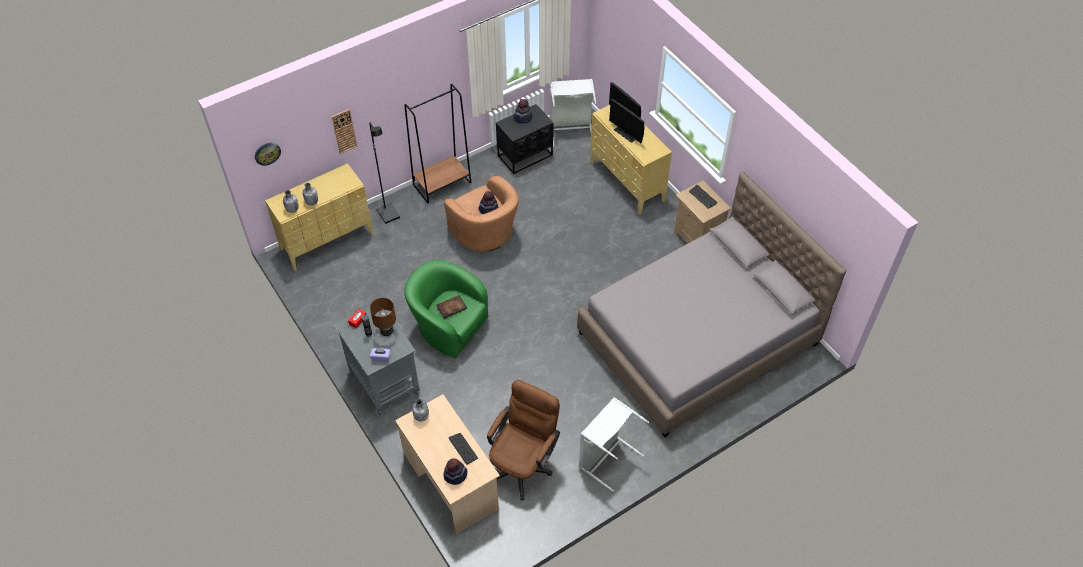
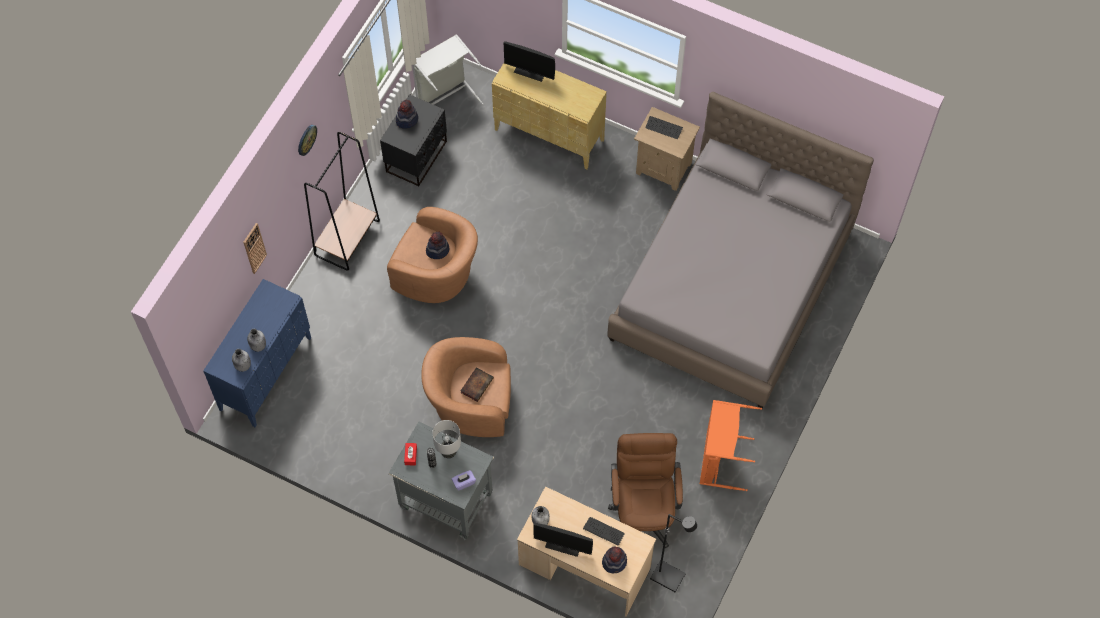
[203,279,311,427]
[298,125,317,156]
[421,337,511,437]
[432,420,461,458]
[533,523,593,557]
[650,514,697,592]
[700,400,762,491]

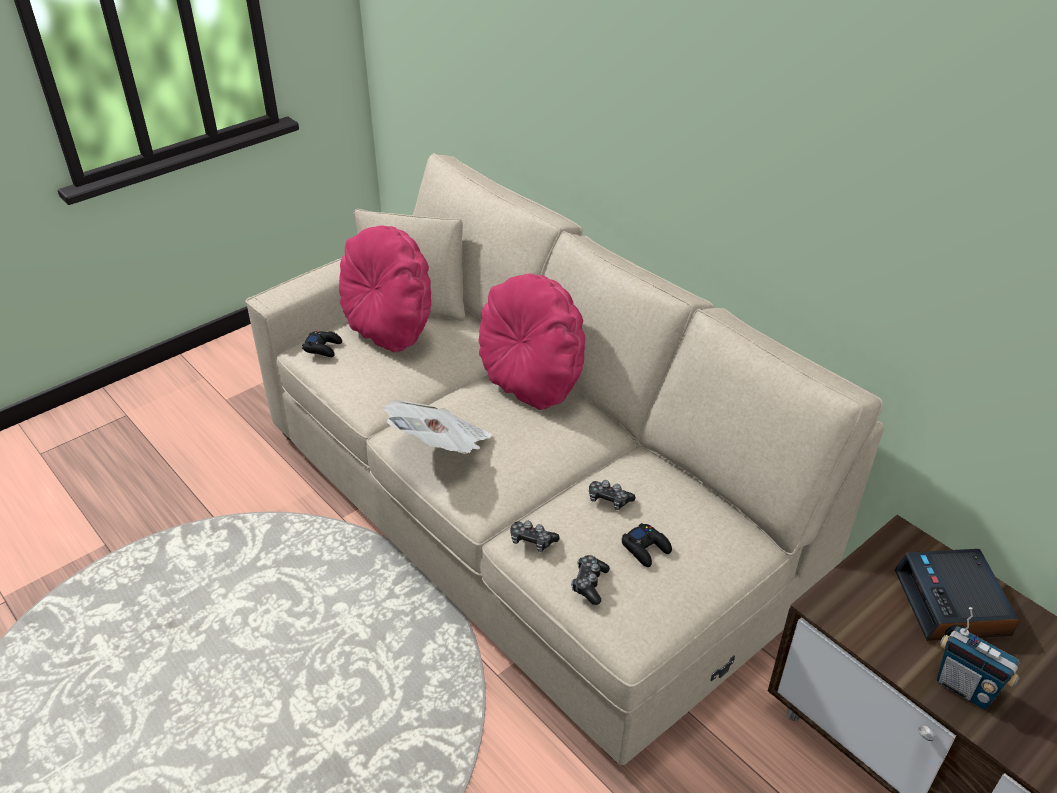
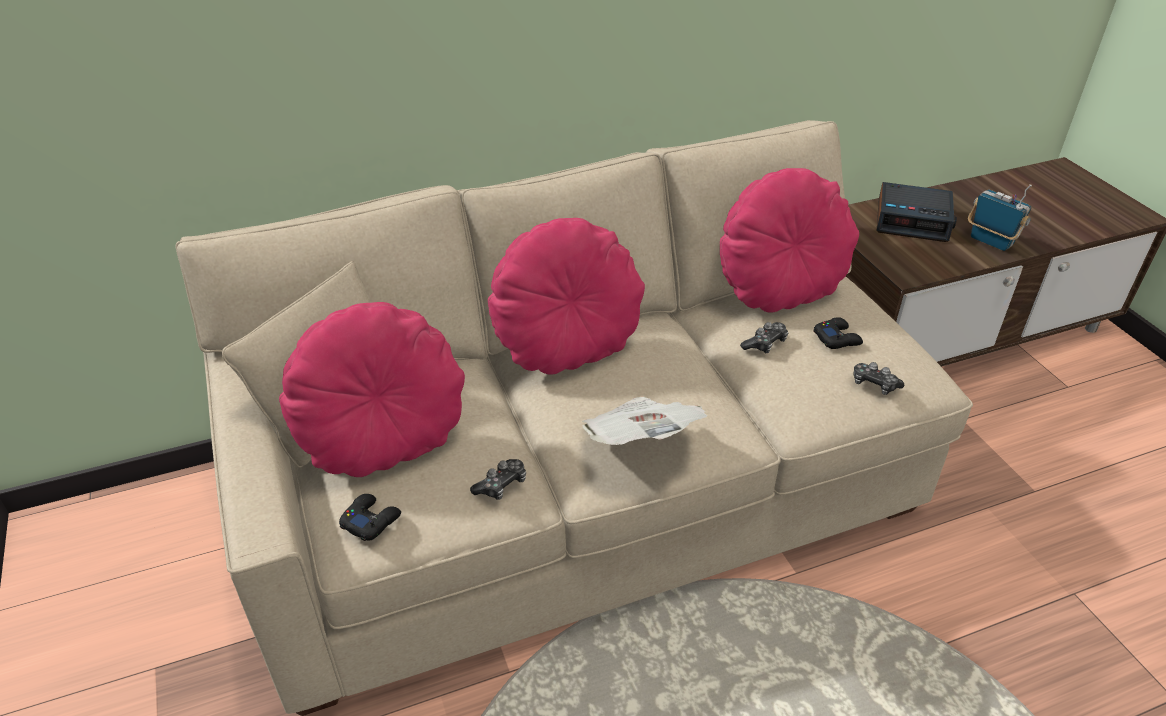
[470,459,526,500]
[720,168,859,313]
[968,184,1032,251]

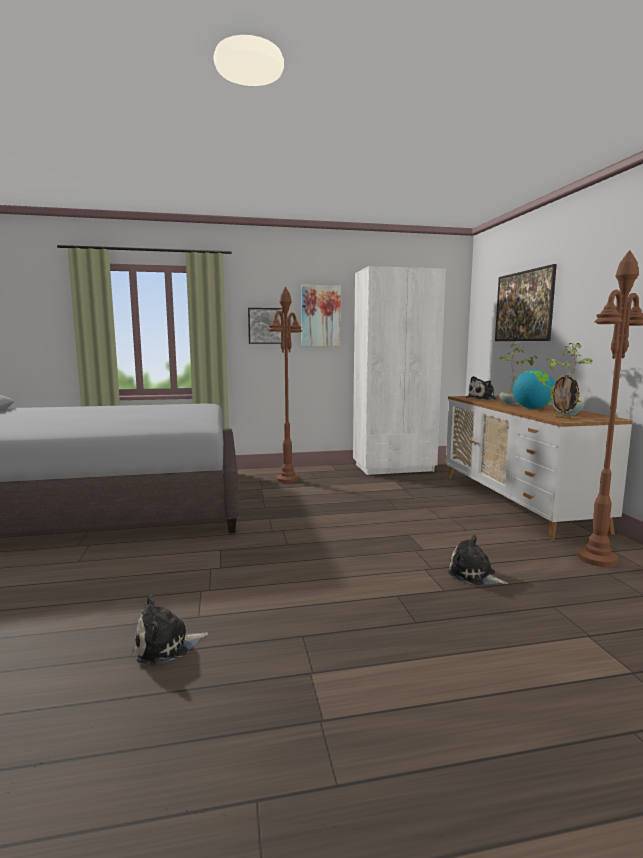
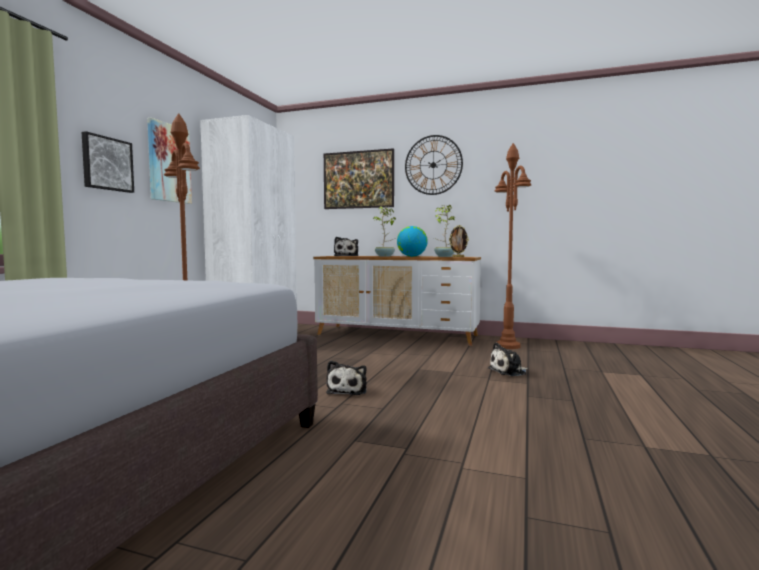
[326,361,366,395]
[405,135,463,195]

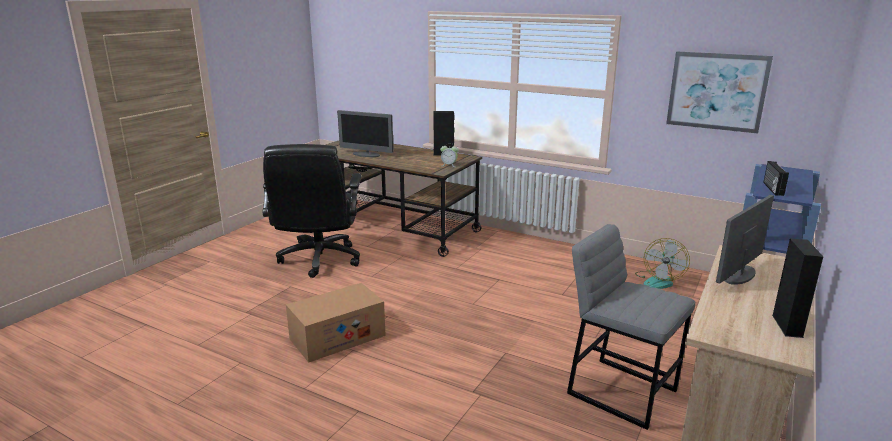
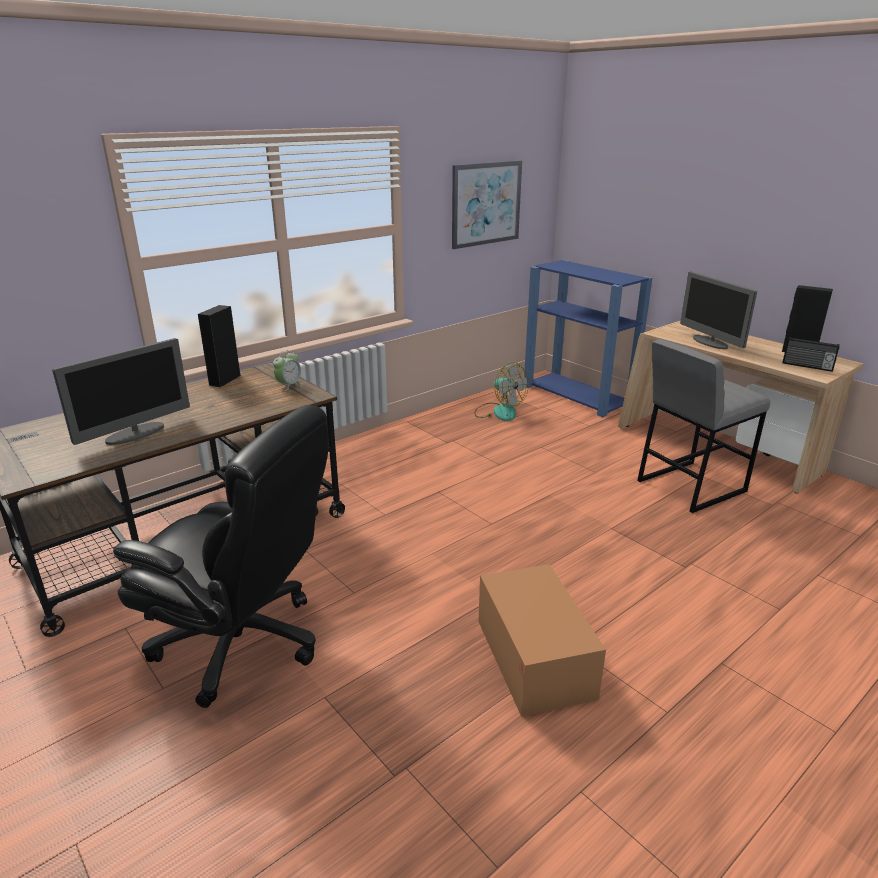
[782,337,840,372]

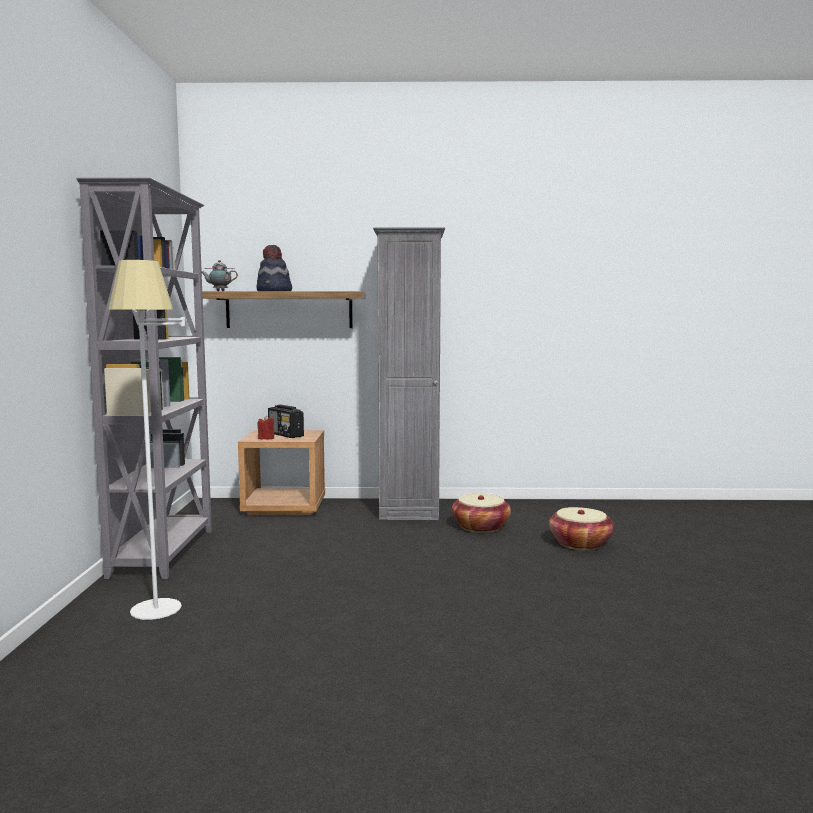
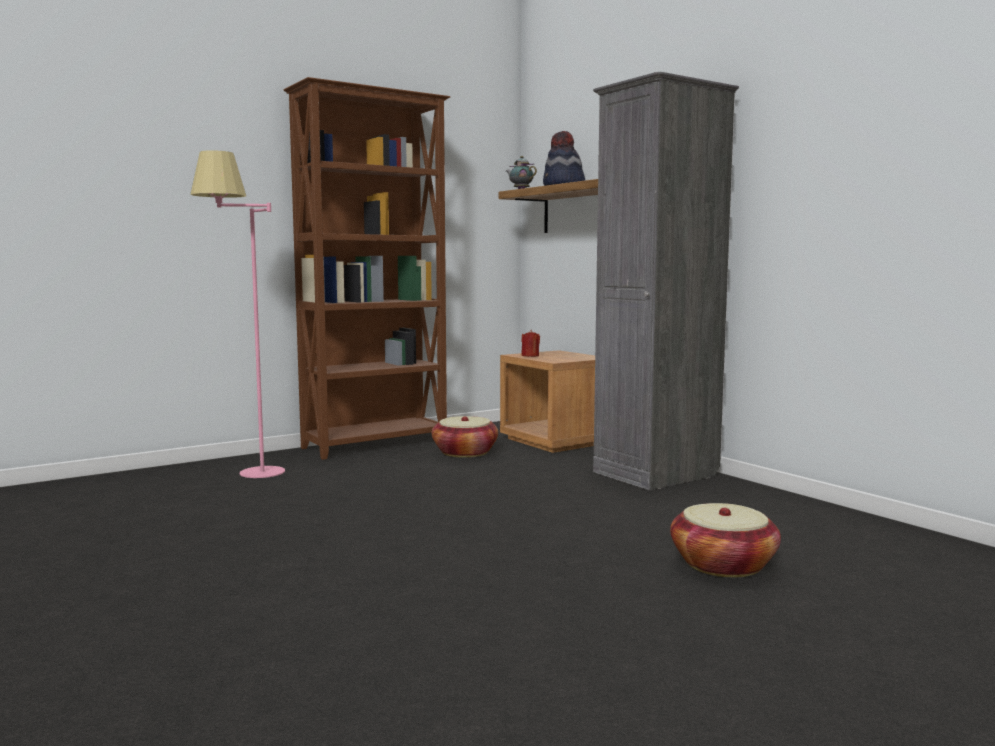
[190,150,285,478]
[284,77,450,460]
[432,416,498,458]
[268,405,304,438] (first image)

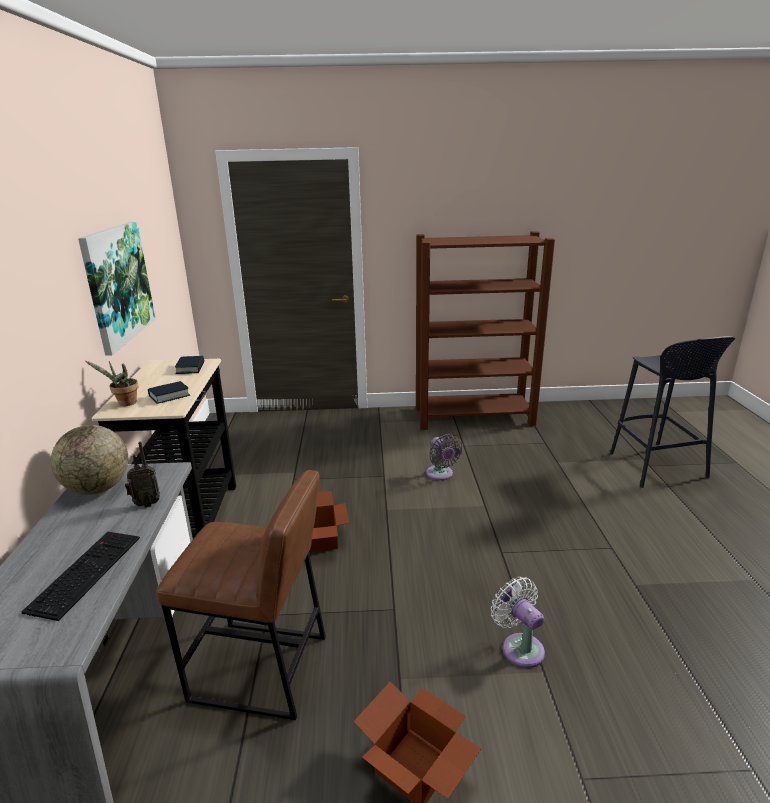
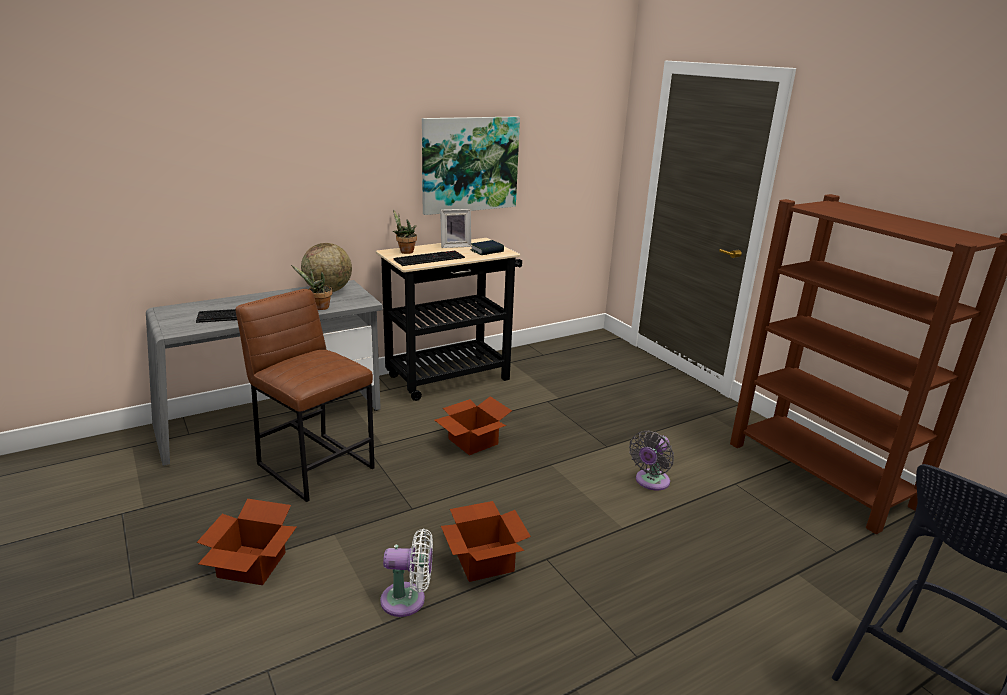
[235,289,375,502]
[291,265,332,310]
[380,529,433,617]
[393,251,465,266]
[440,209,471,248]
[441,501,531,582]

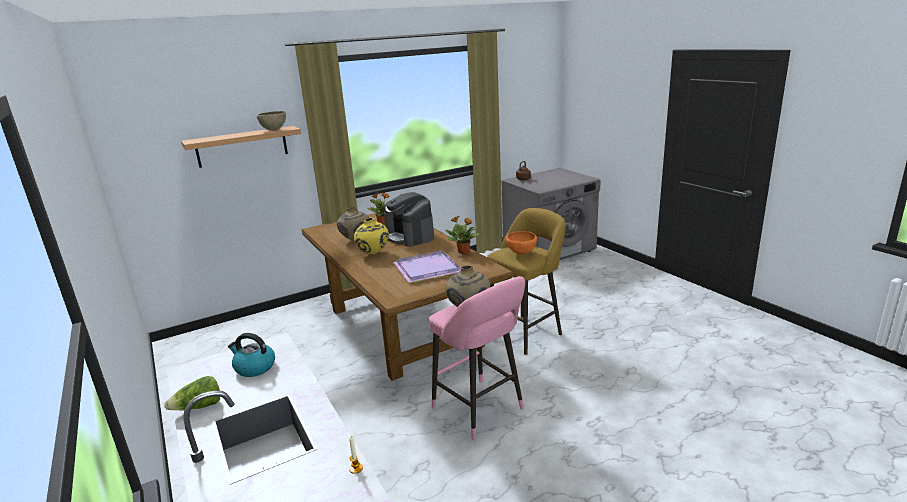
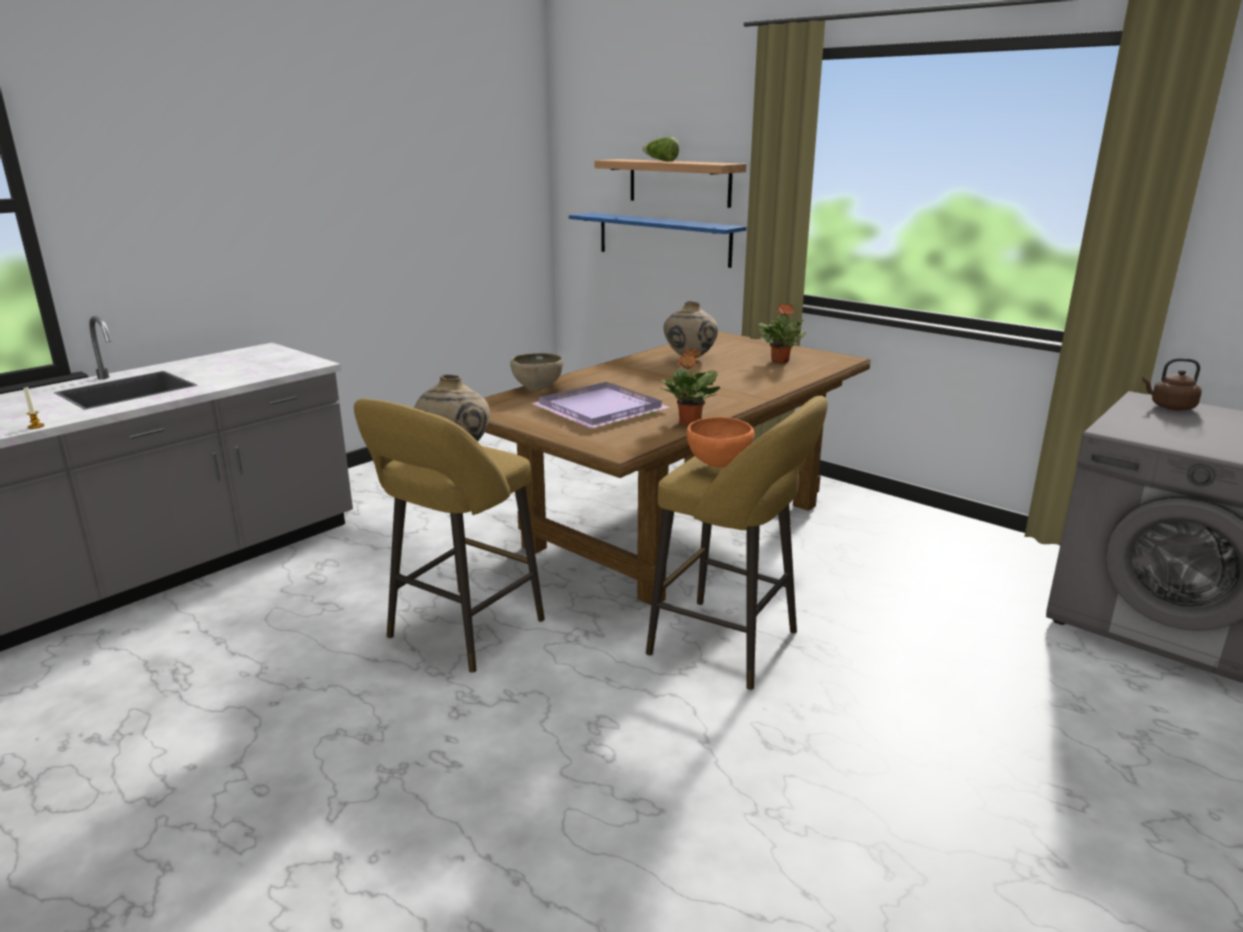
[354,399,545,673]
[510,353,563,391]
[569,213,747,268]
[643,137,680,161]
[228,333,275,377] (first image)
[354,218,389,255] (first image)
[384,192,434,247] (first image)

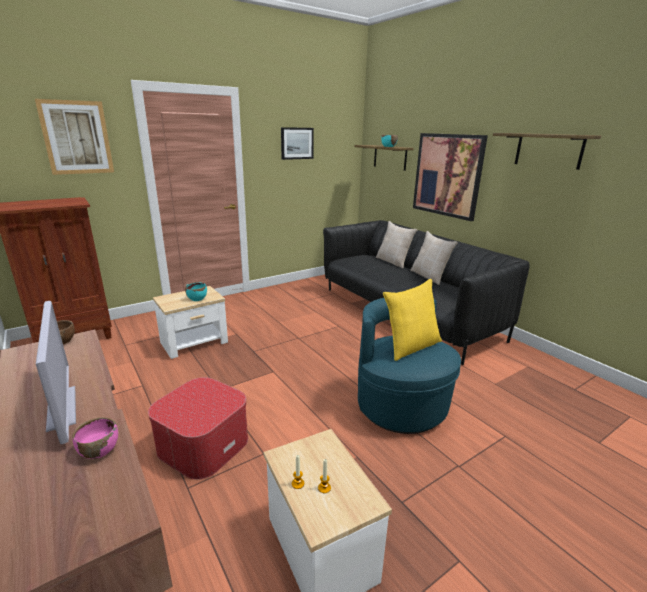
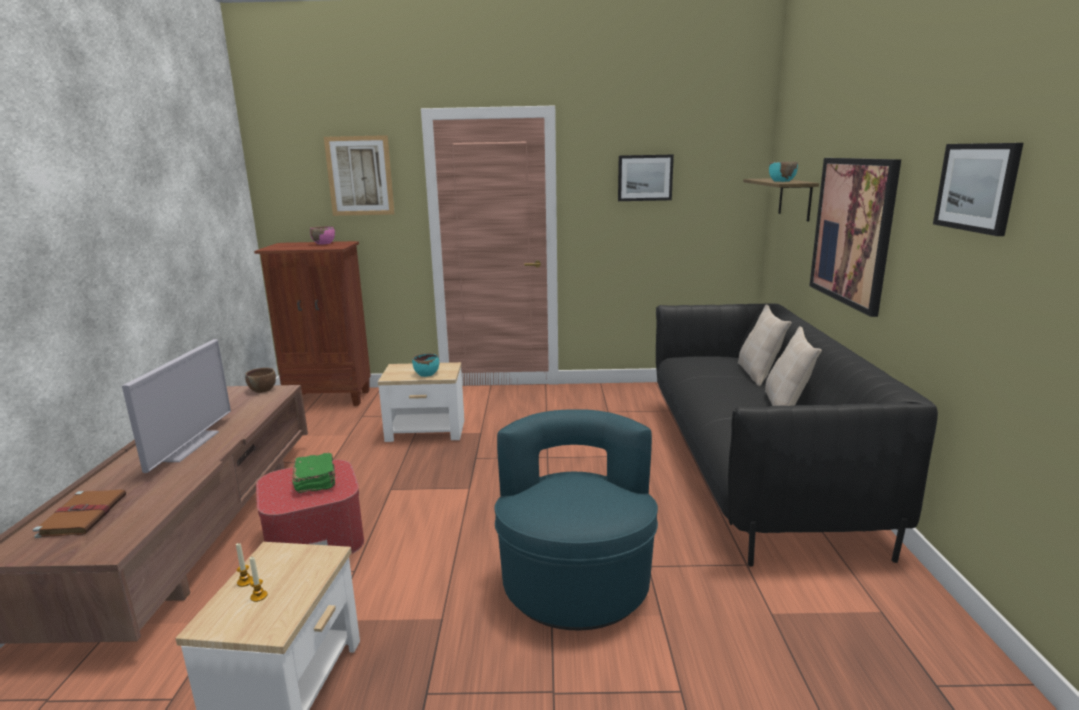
[32,489,126,538]
[292,453,335,493]
[310,226,335,244]
[933,143,1023,236]
[383,279,442,361] (first image)

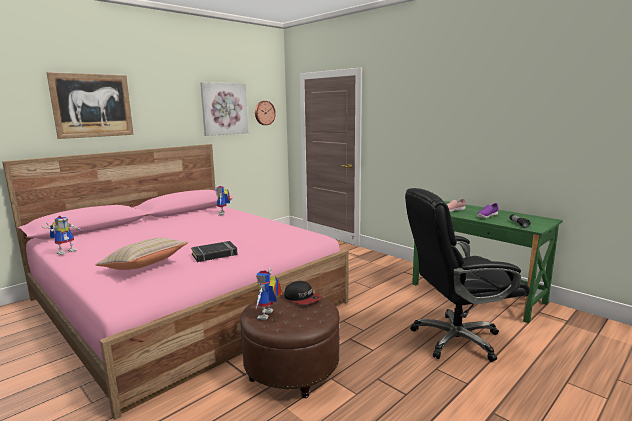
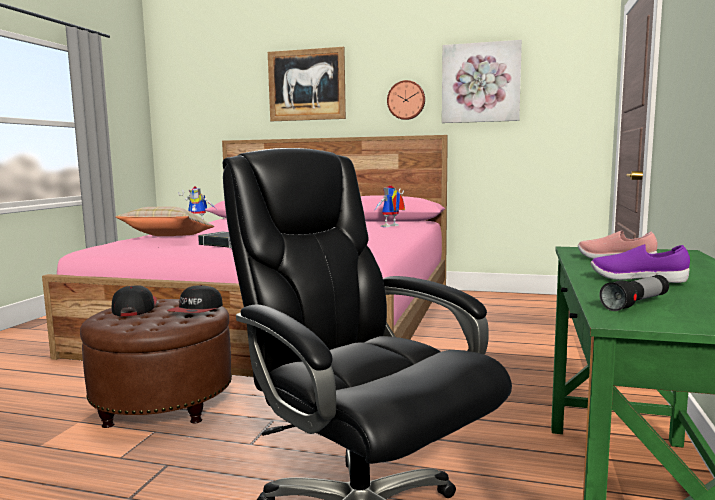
[112,285,157,316]
[387,80,425,120]

